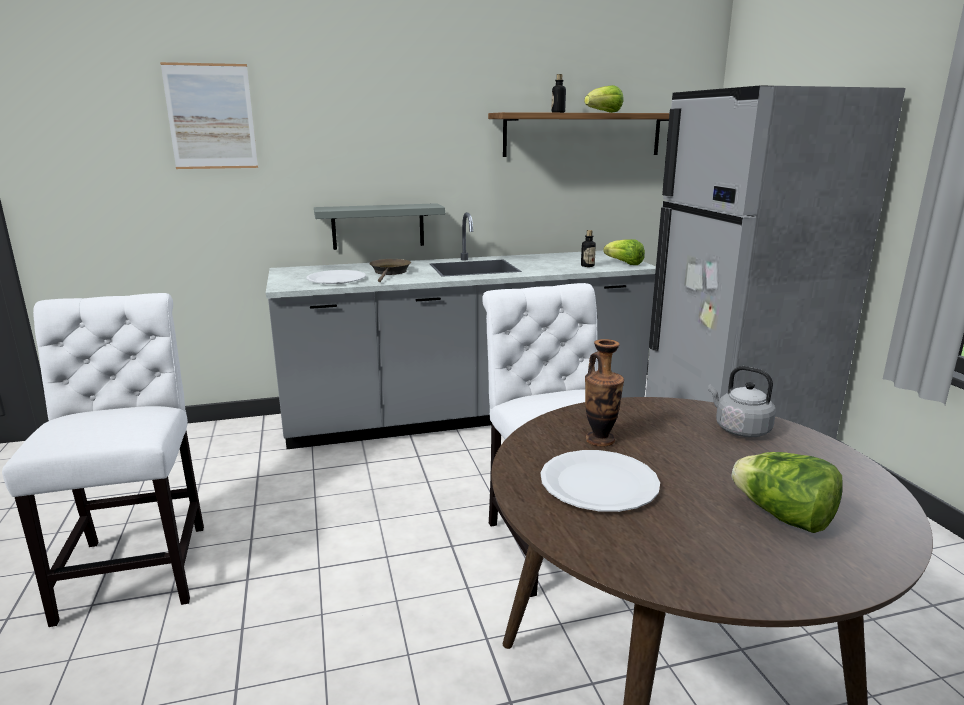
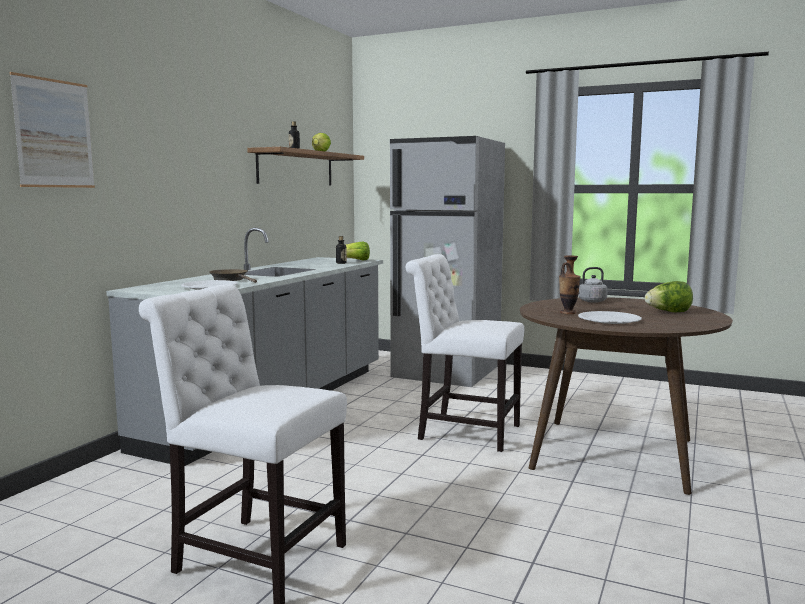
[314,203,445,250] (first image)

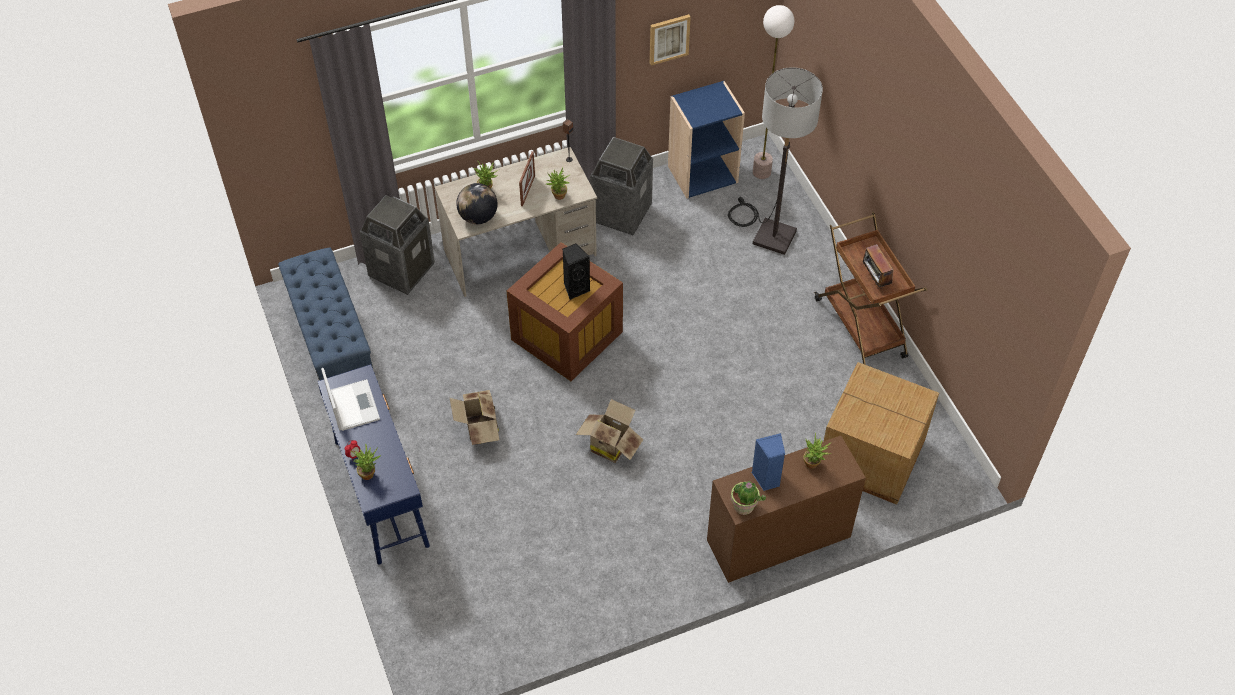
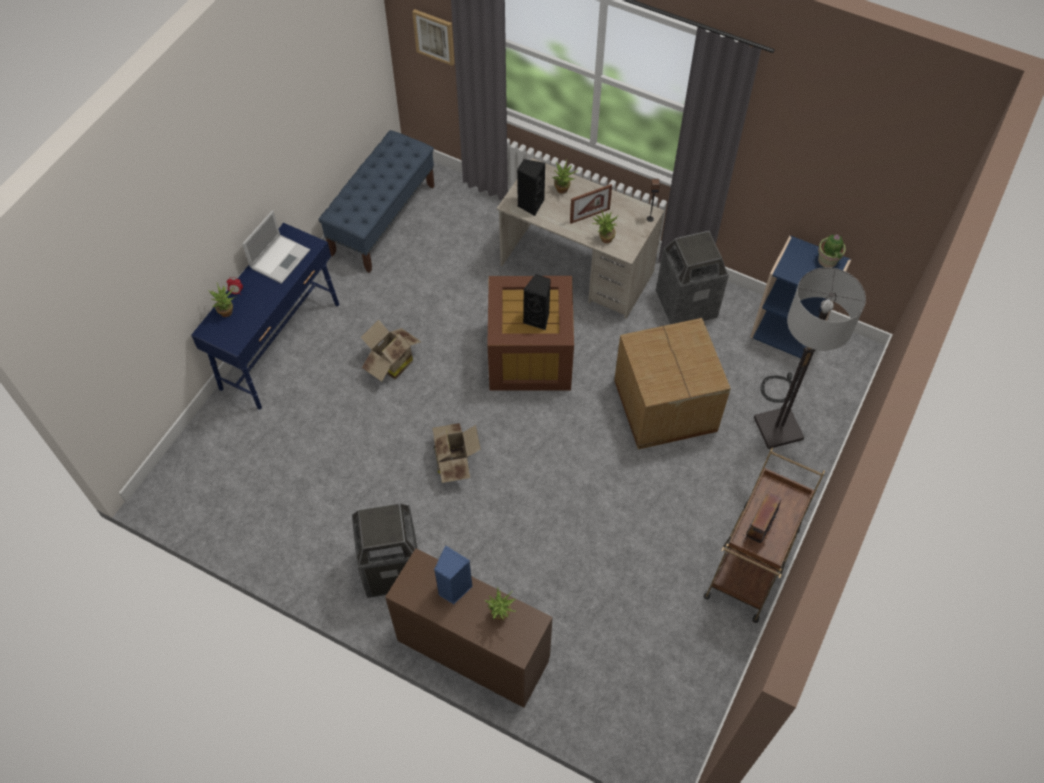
[352,504,417,598]
[412,9,455,66]
[517,159,545,216]
[614,318,731,449]
[818,234,846,268]
[753,5,794,179] (first image)

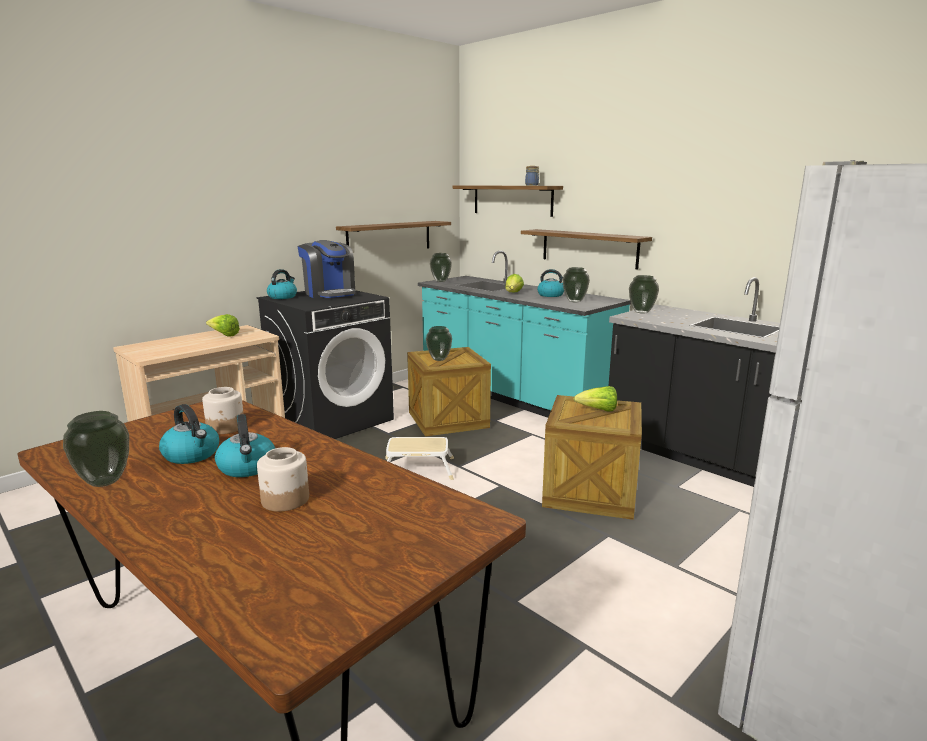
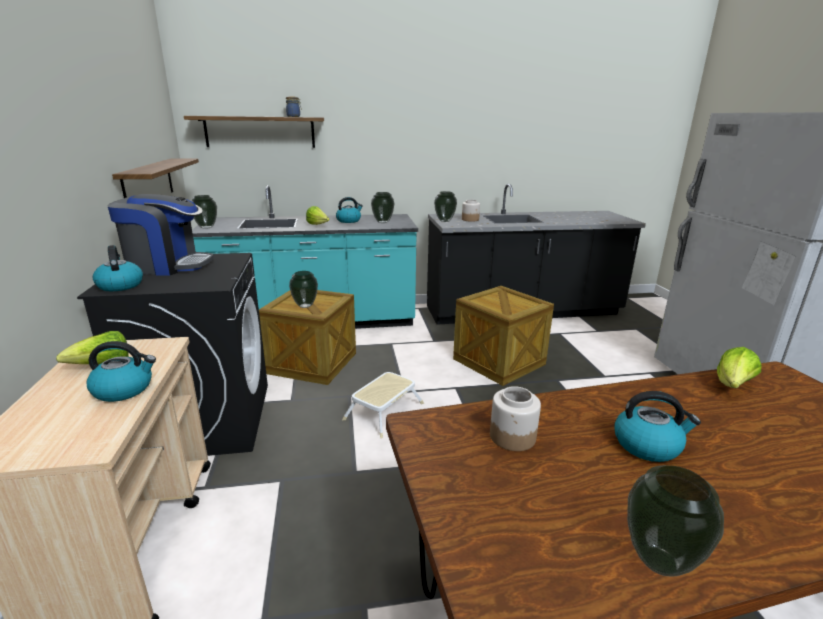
[87,341,156,402]
[462,200,480,222]
[717,347,761,388]
[521,229,652,269] (first image)

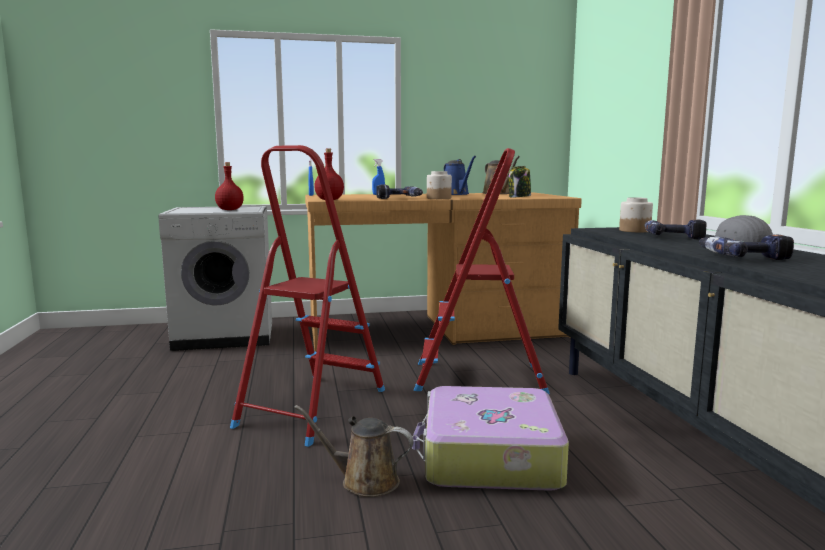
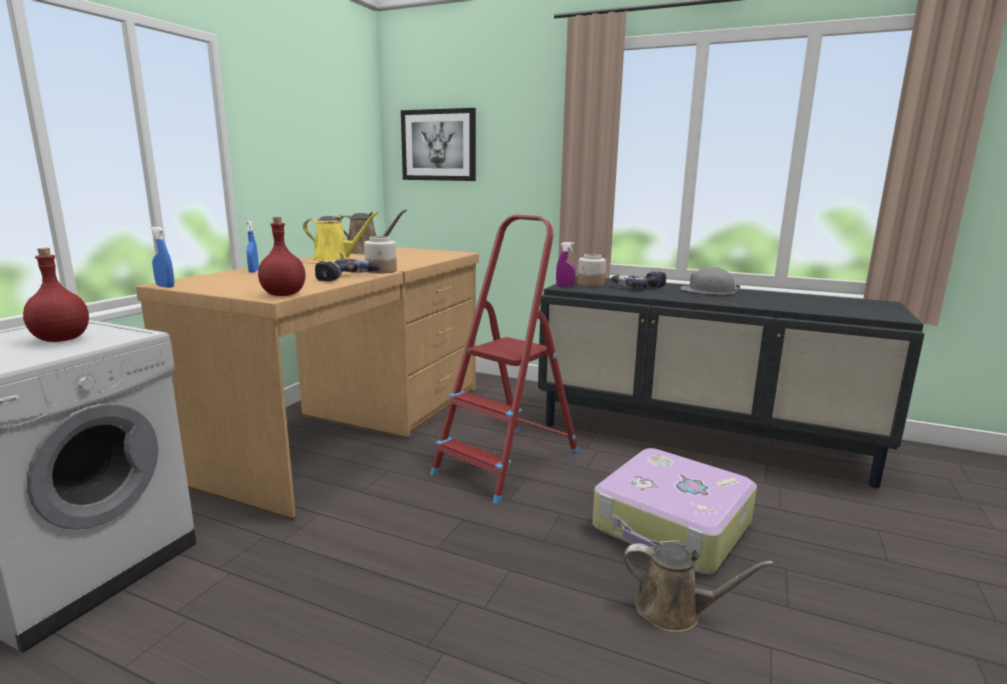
[303,212,378,261]
[401,108,476,181]
[556,242,575,287]
[623,543,774,633]
[230,145,385,447] (first image)
[508,166,531,197] (first image)
[699,235,794,260] (first image)

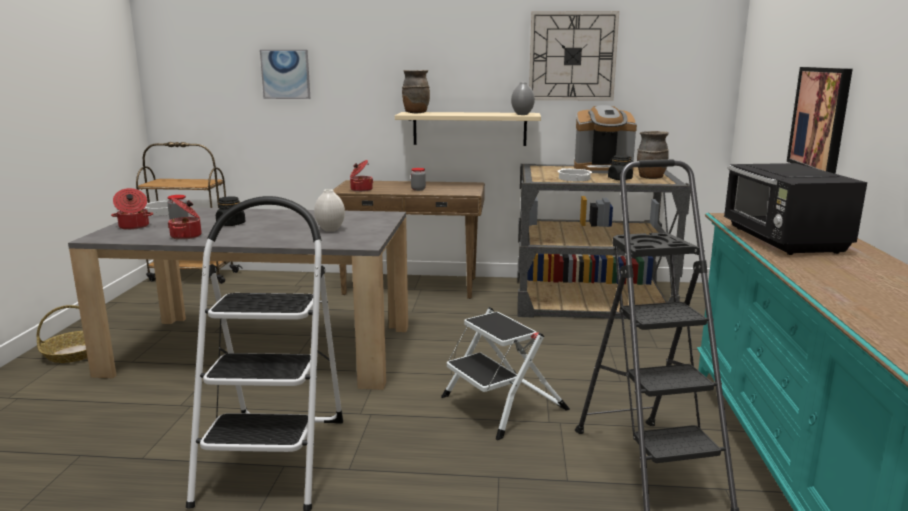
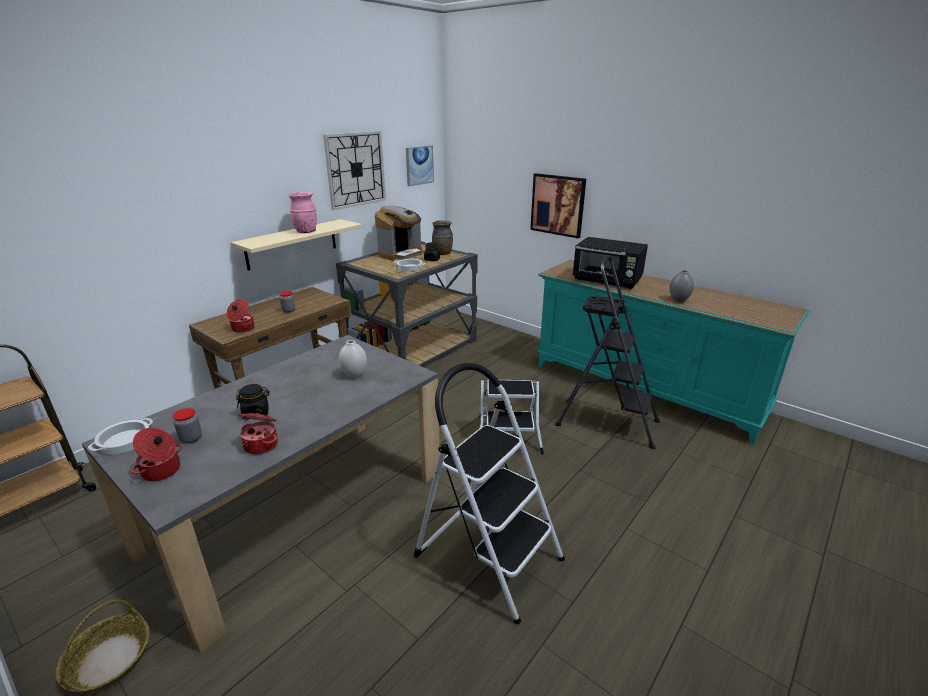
[288,192,317,233]
[406,145,434,186]
[669,270,694,302]
[402,70,430,114] (first image)

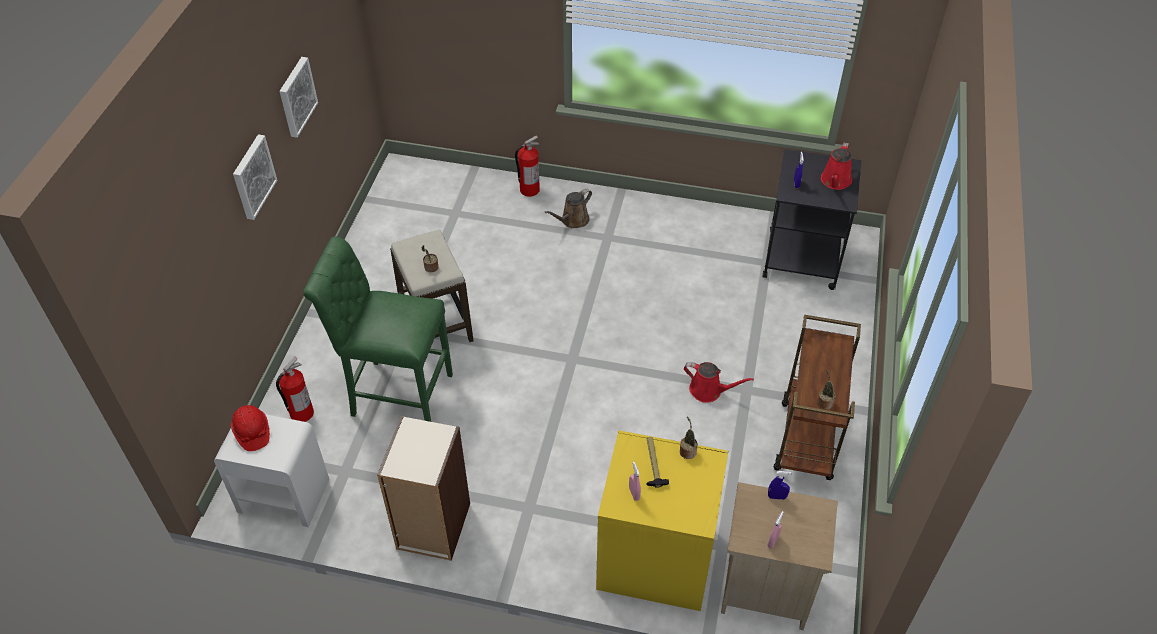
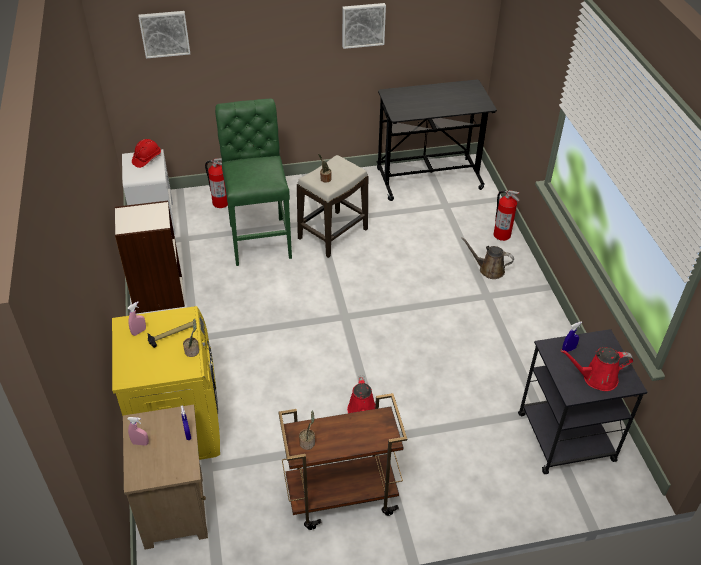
[138,11,190,59]
[377,80,497,201]

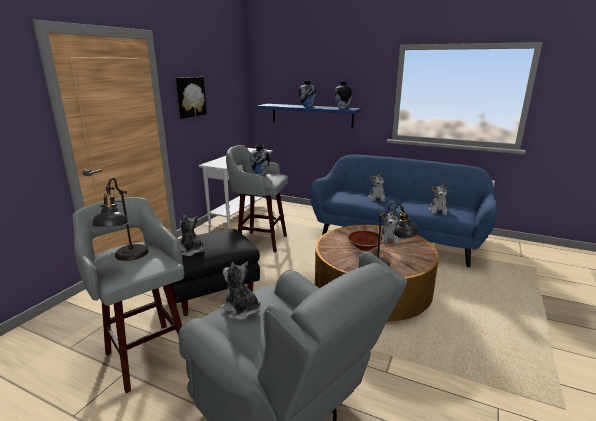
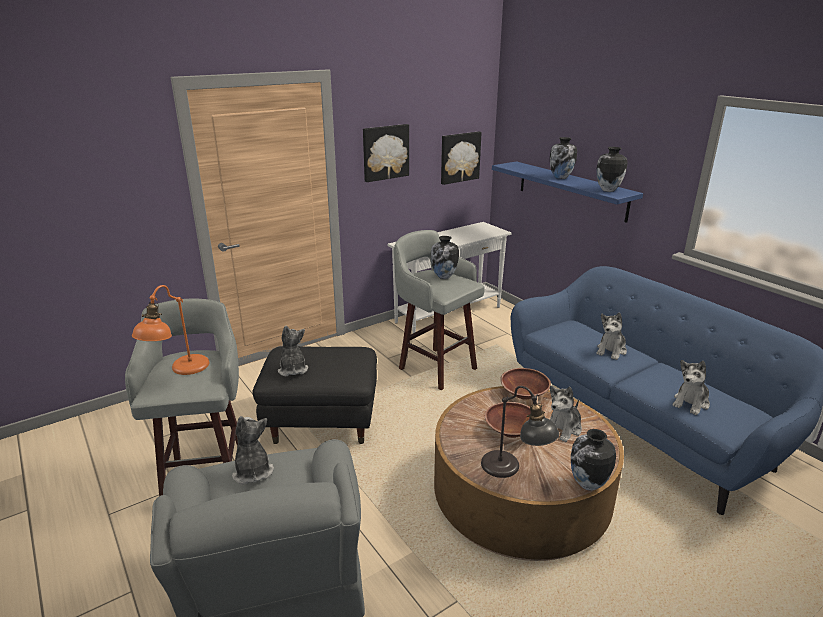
[132,285,209,375]
[441,131,482,185]
[500,368,551,399]
[571,429,616,491]

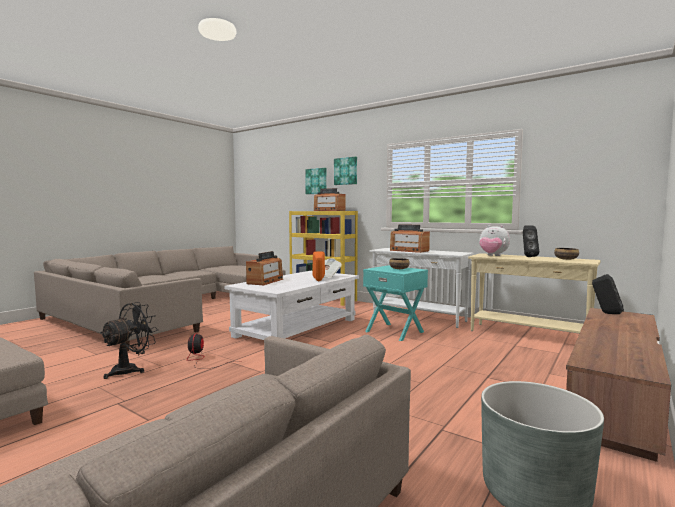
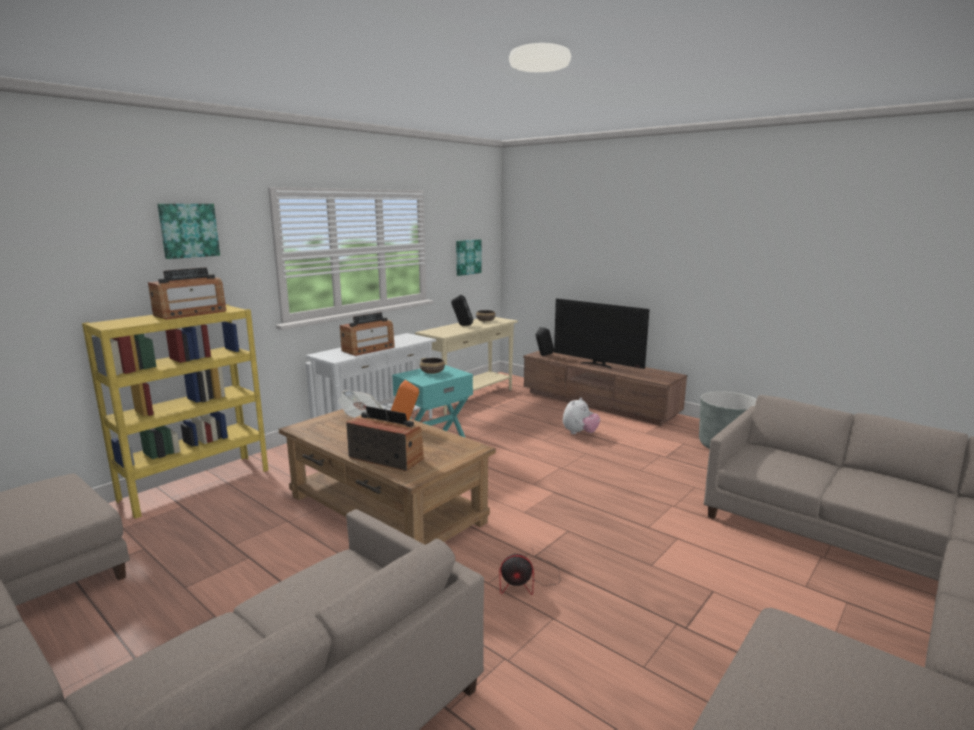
[278,409,496,545]
[456,239,481,276]
[554,298,650,369]
[563,397,600,434]
[100,302,158,379] (first image)

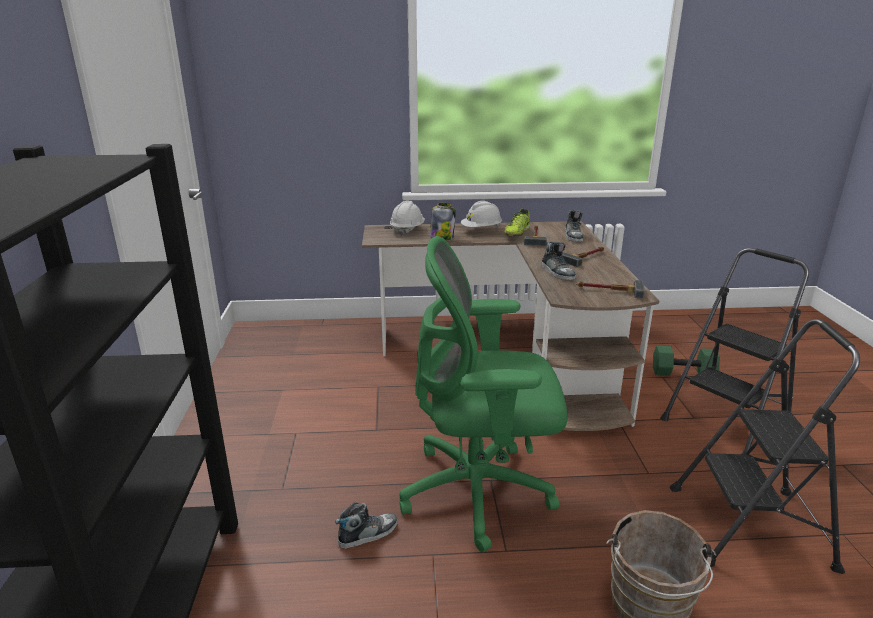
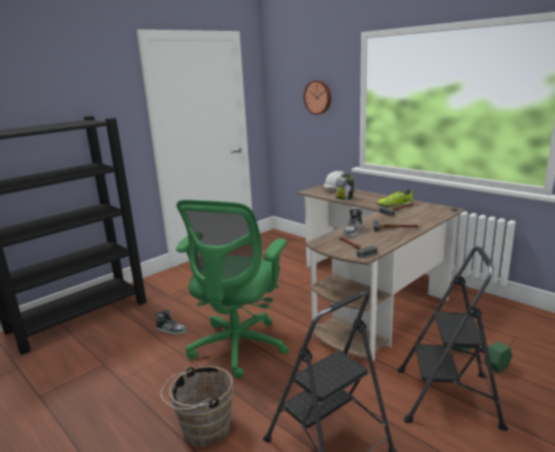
[176,200,289,379]
[303,80,331,115]
[461,201,502,227] (first image)
[565,210,583,242] (first image)

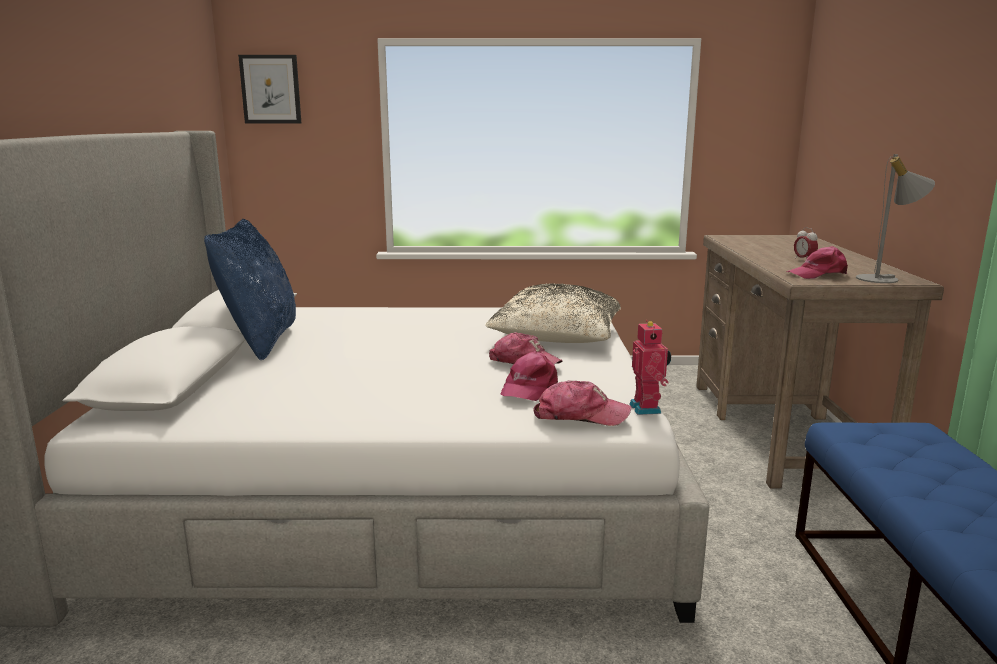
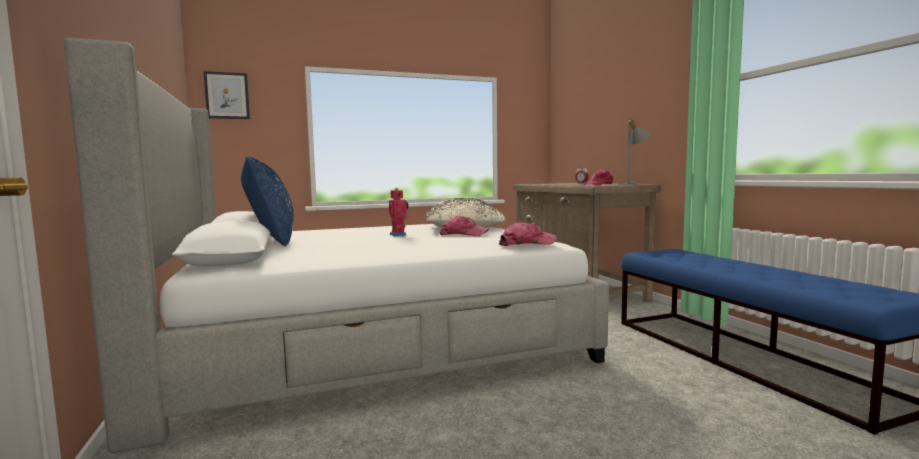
[389,188,409,236]
[501,351,558,401] (first image)

